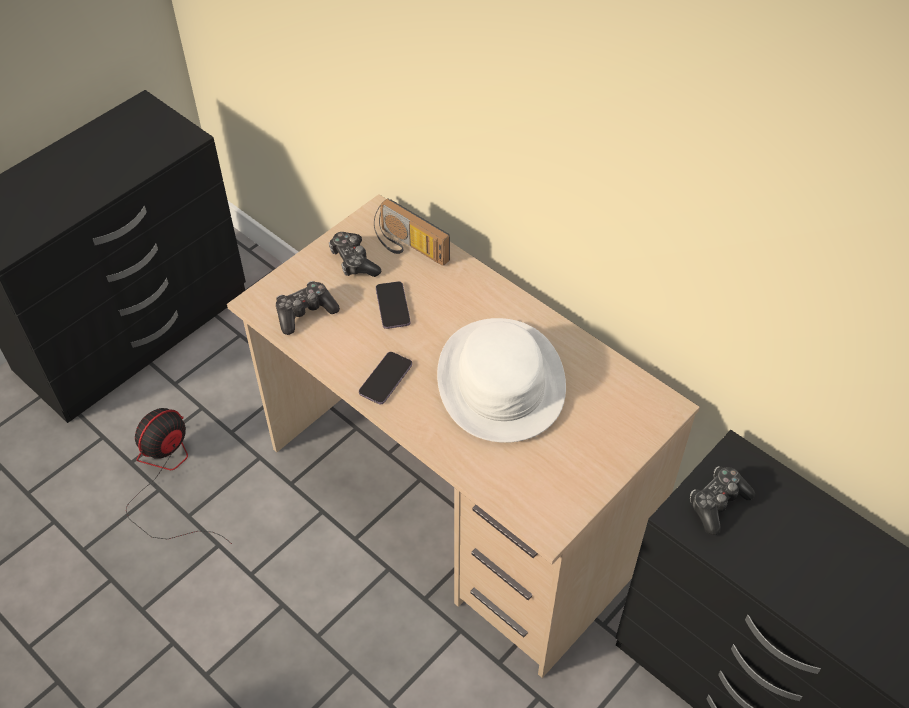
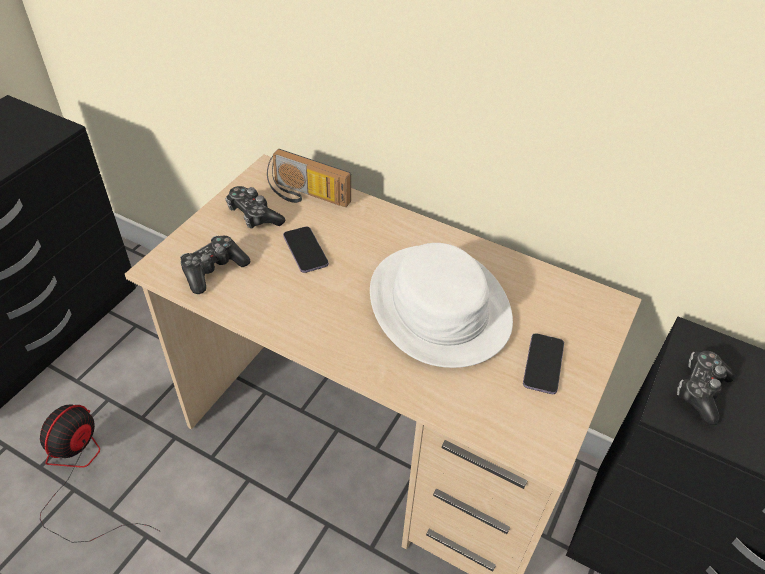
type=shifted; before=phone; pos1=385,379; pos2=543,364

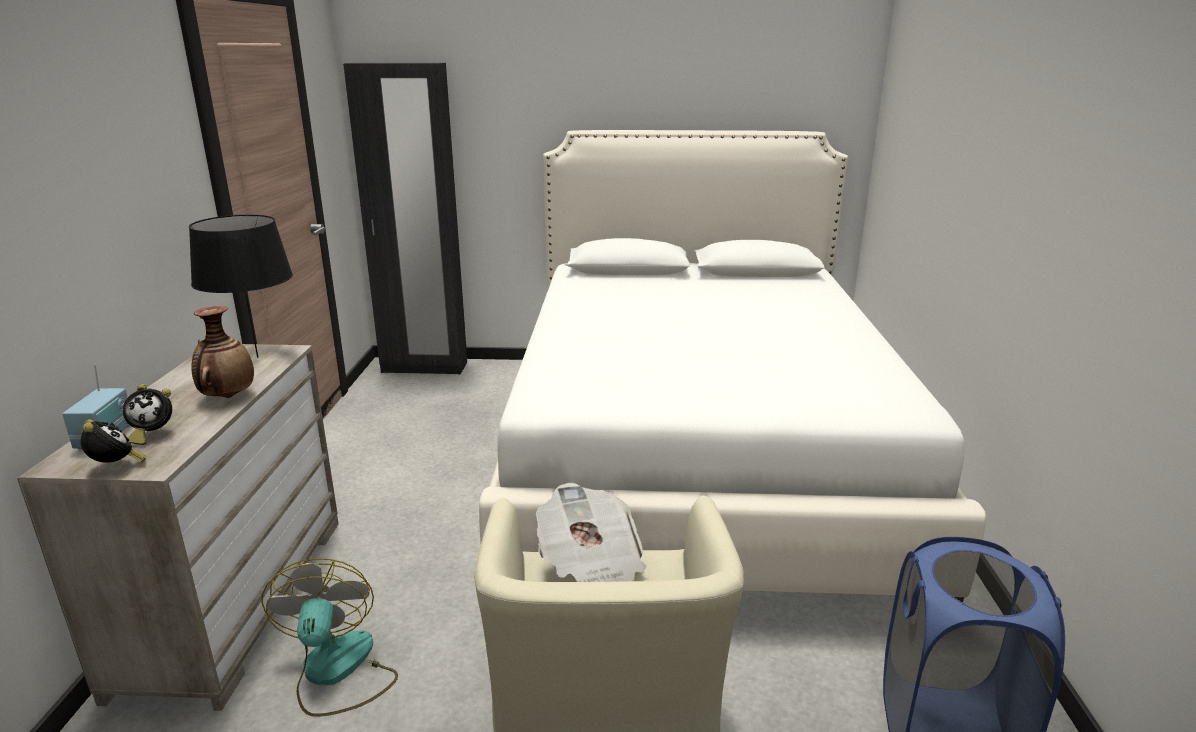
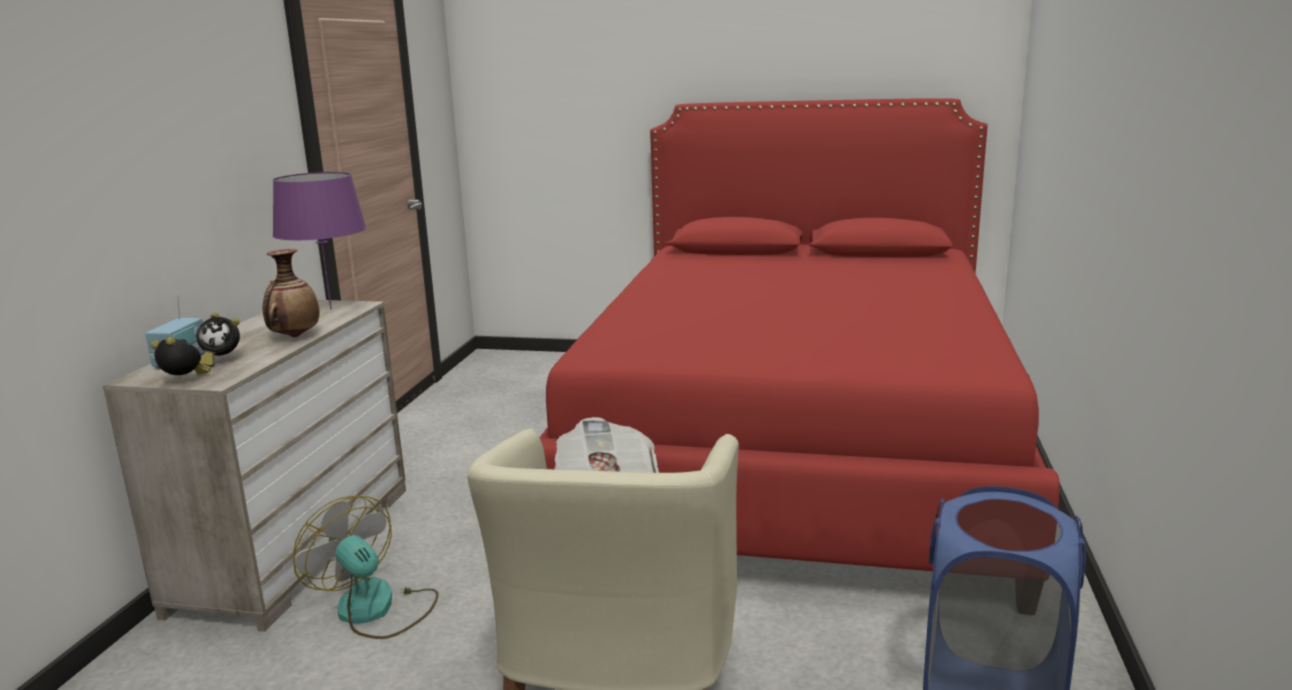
type=gone; before=black wardrobe; pos1=424,367
type=repainted; before=white bed; after=red bed; pos1=697,456; pos2=795,448
type=repainted; before=black table lamp; after=purple table lamp; pos1=258,357; pos2=331,309
type=rotated; before=alarm clock; pos1=116,467; pos2=185,380; turn=-45
type=rotated; before=fan; pos1=336,672; pos2=376,610; turn=-45

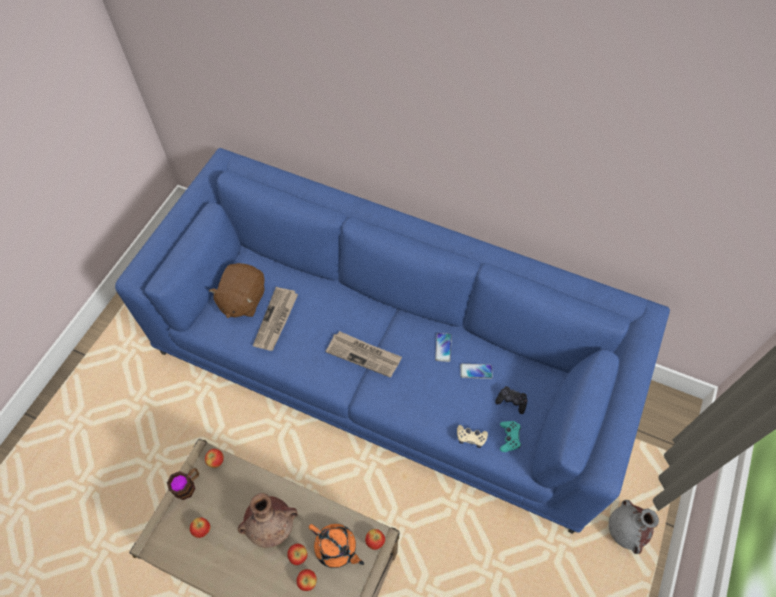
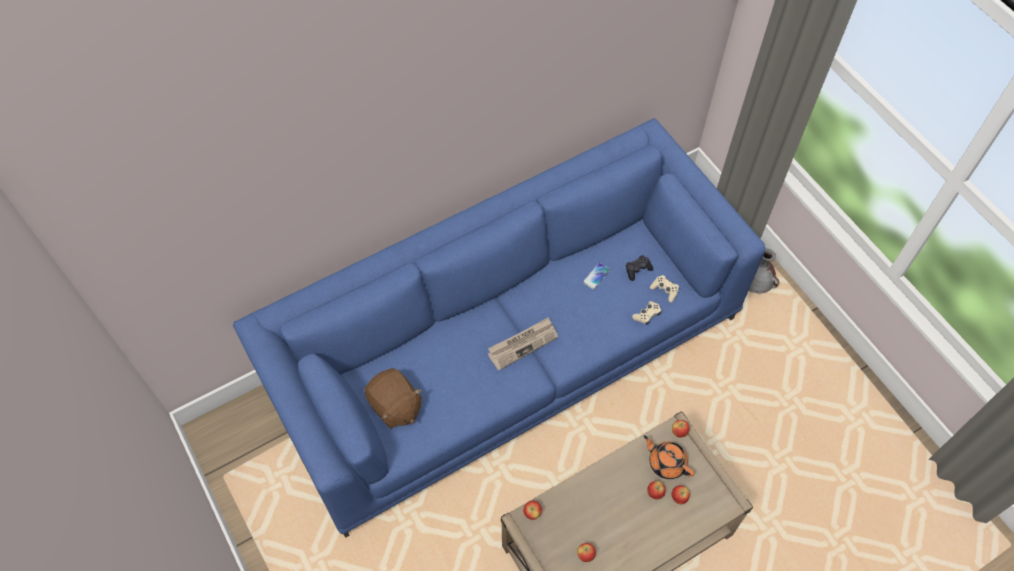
type=gone; before=newspaper; pos1=276,320
type=gone; before=phone; pos1=443,347
type=repainted; before=turquoise game controller; after=beige game controller; pos1=509,438; pos2=664,290
type=gone; before=mug; pos1=188,485
type=gone; before=brown vase; pos1=272,526
type=rotated; before=orange teapot; pos1=336,548; pos2=666,462; turn=-120

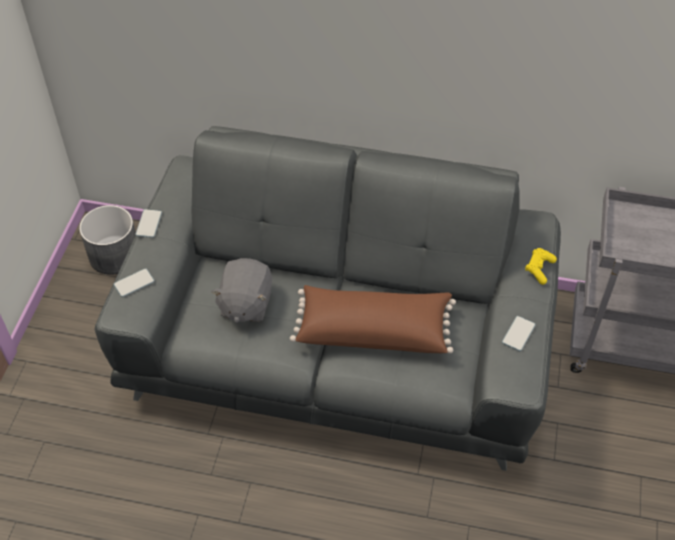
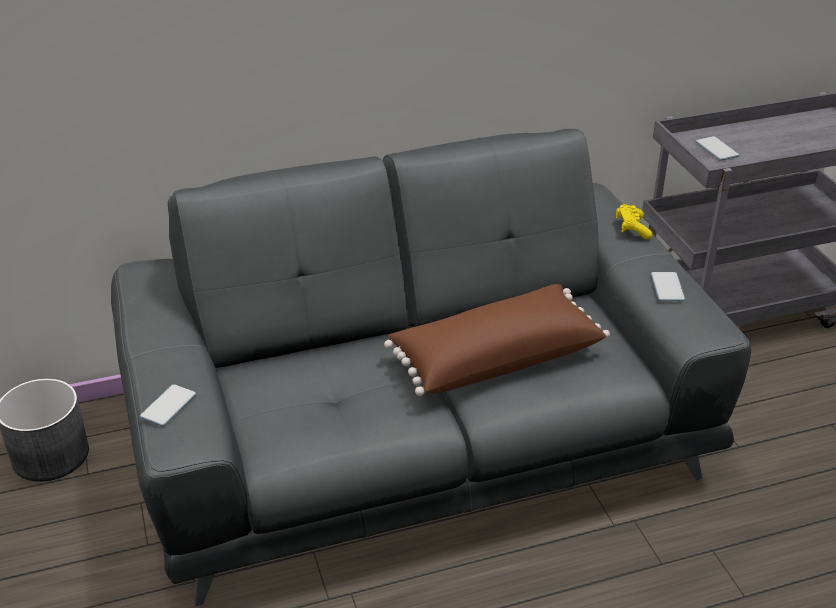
type=shifted; before=phone; pos1=149,224; pos2=716,149
type=gone; before=grey plush toy; pos1=245,304

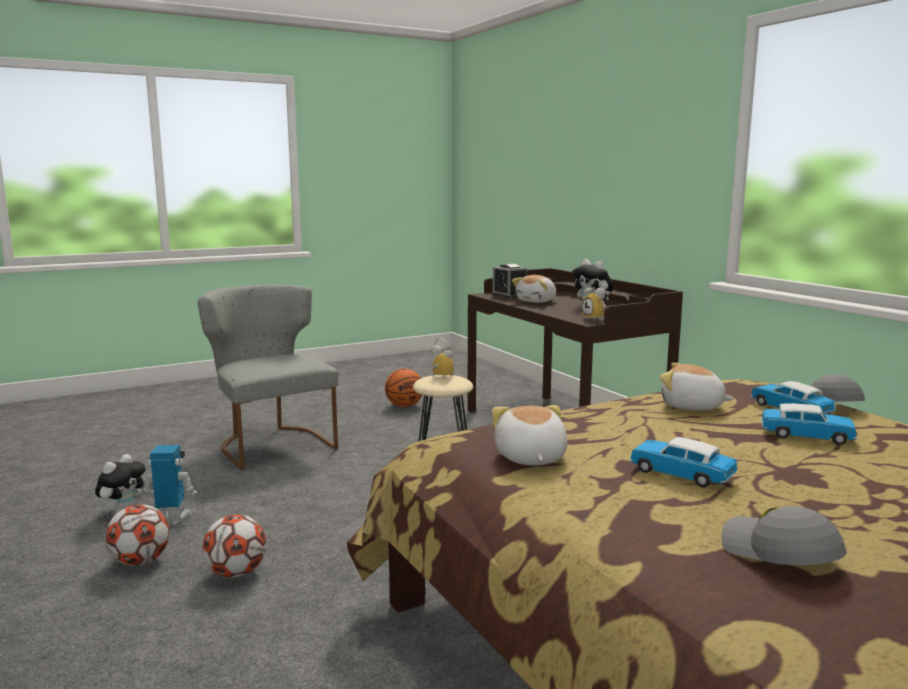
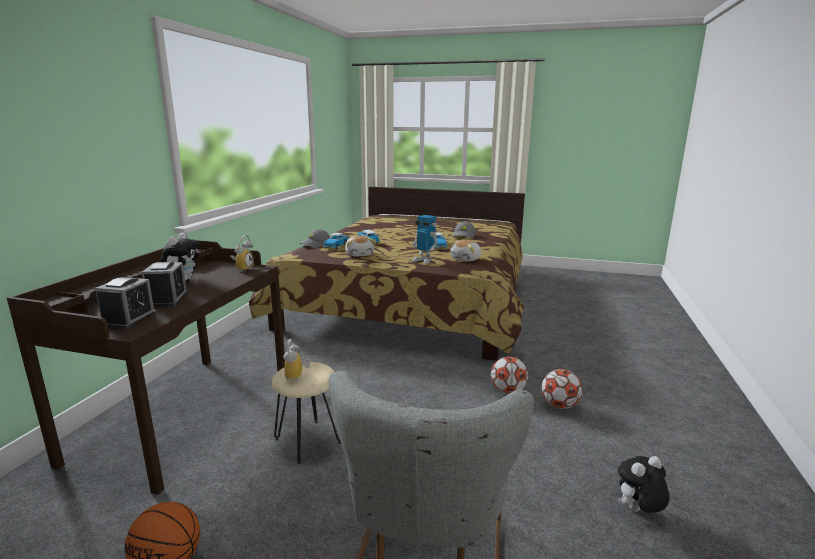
type=swapped; before=plush toy; after=alarm clock; pos1=537,301; pos2=167,300
type=shifted; before=toy robot; pos1=173,519; pos2=424,261
type=shifted; before=football; pos1=140,561; pos2=508,391

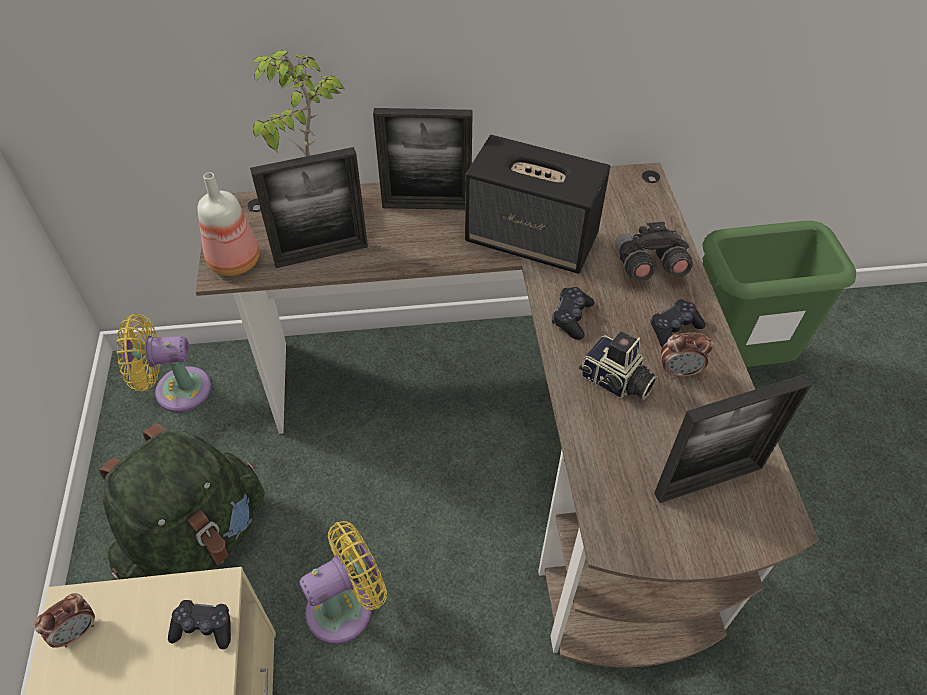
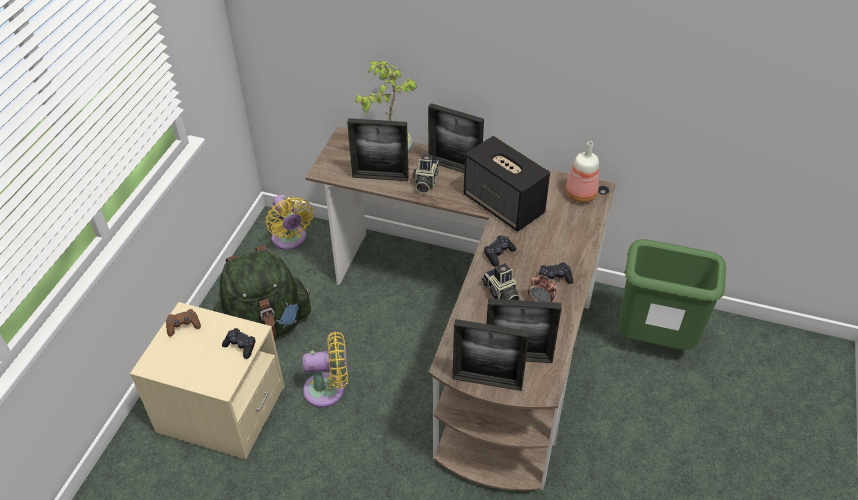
type=shifted; before=bottle; pos1=233,262; pos2=579,194
type=gone; before=grey binoculars; pos1=647,267
type=rotated; before=yellow fan; pos1=176,390; pos2=290,240; turn=-135
type=swapped; before=alarm clock; after=brown game controller; pos1=77,631; pos2=183,326
type=new; after=photo camera; pos2=425,183
type=new; after=picture frame; pos2=487,382

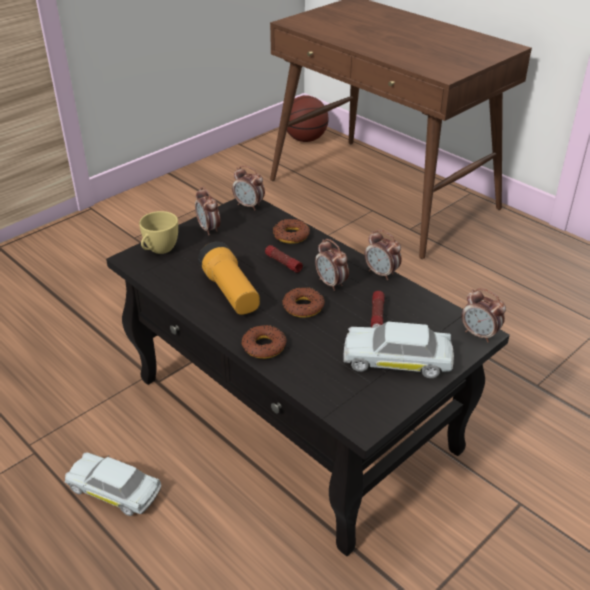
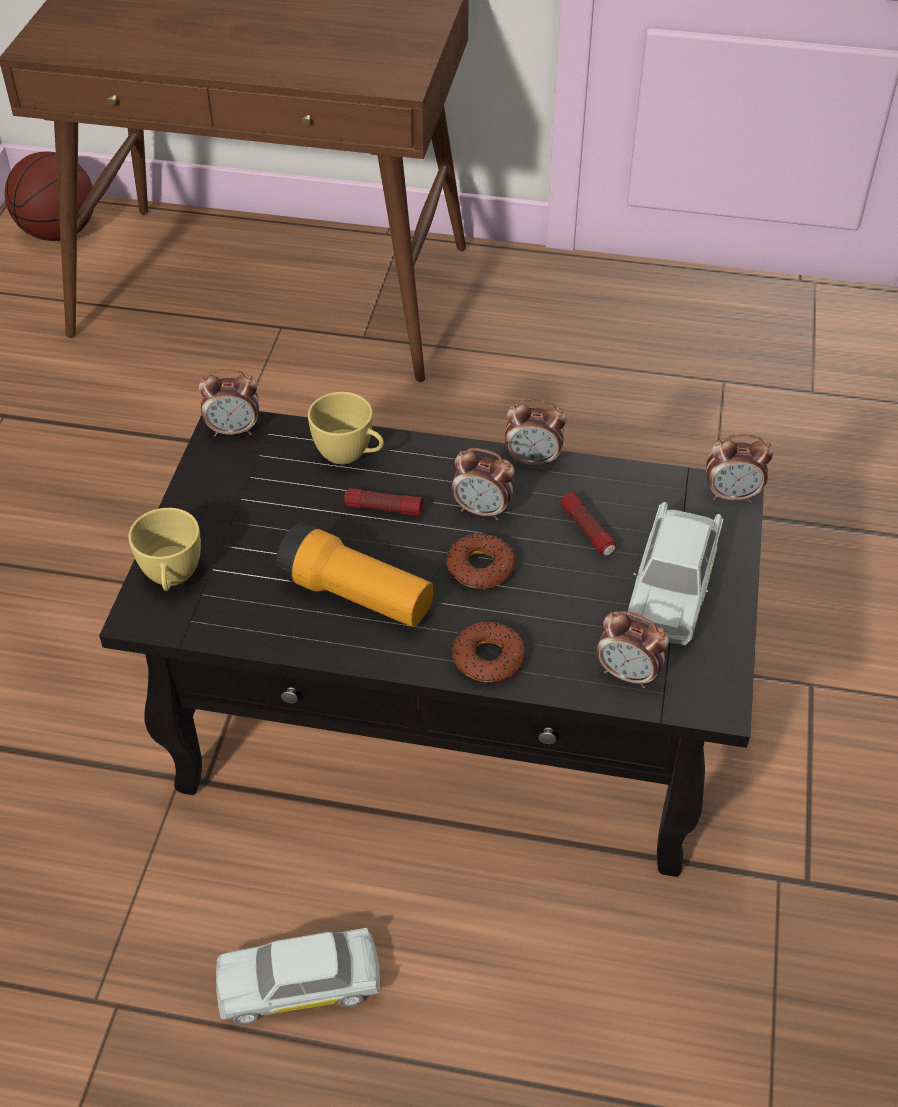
type=shifted; before=alarm clock; pos1=209,229; pos2=628,674
type=swapped; before=donut; after=yellow cup; pos1=291,235; pos2=350,455
type=rotated; before=white toy car; pos1=397,360; pos2=672,586; turn=-45

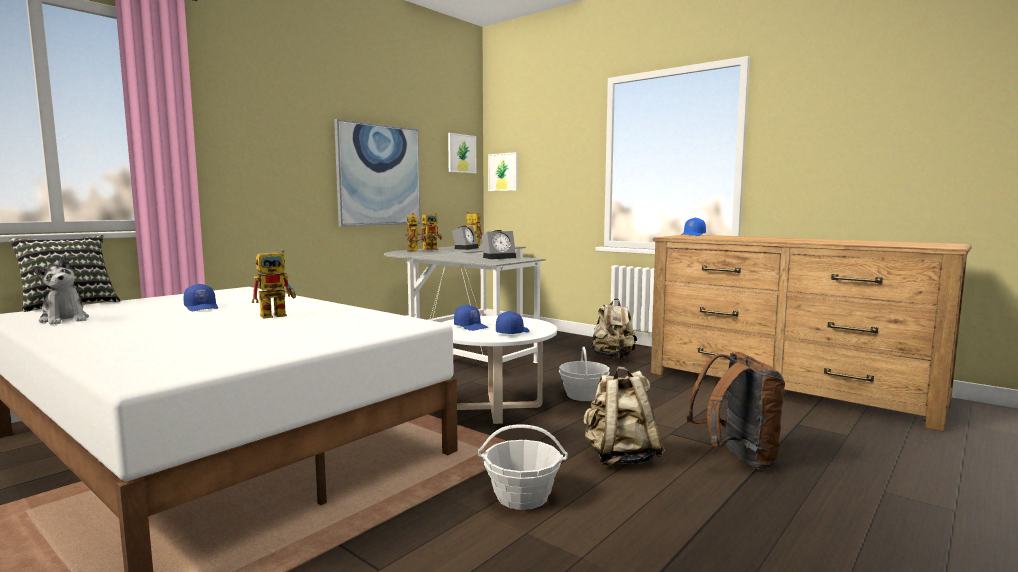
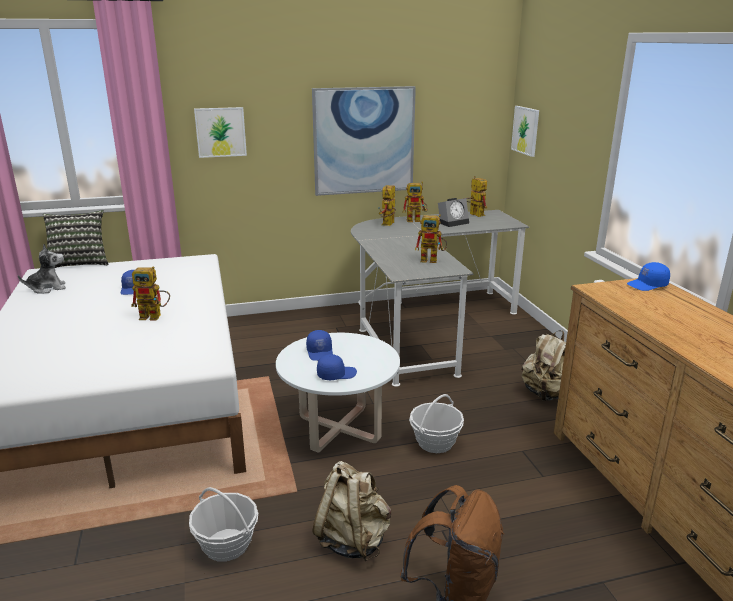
type=shifted; before=picture; pos1=461,153; pos2=220,132
type=swapped; before=alarm clock; after=toy robot; pos1=499,257; pos2=433,260
type=rotated; before=plush toy; pos1=65,319; pos2=48,288; turn=-105

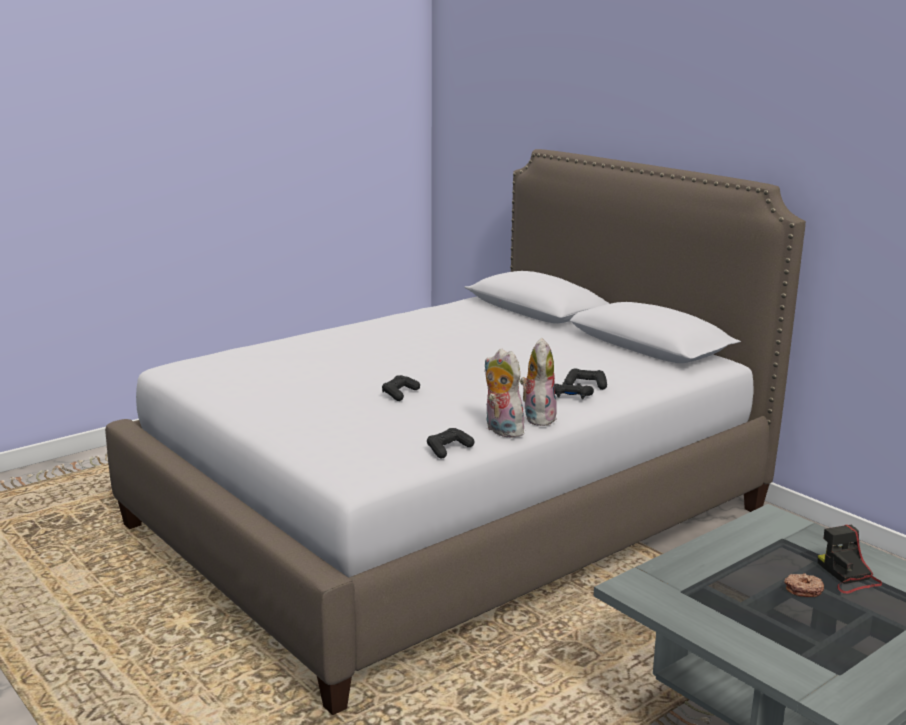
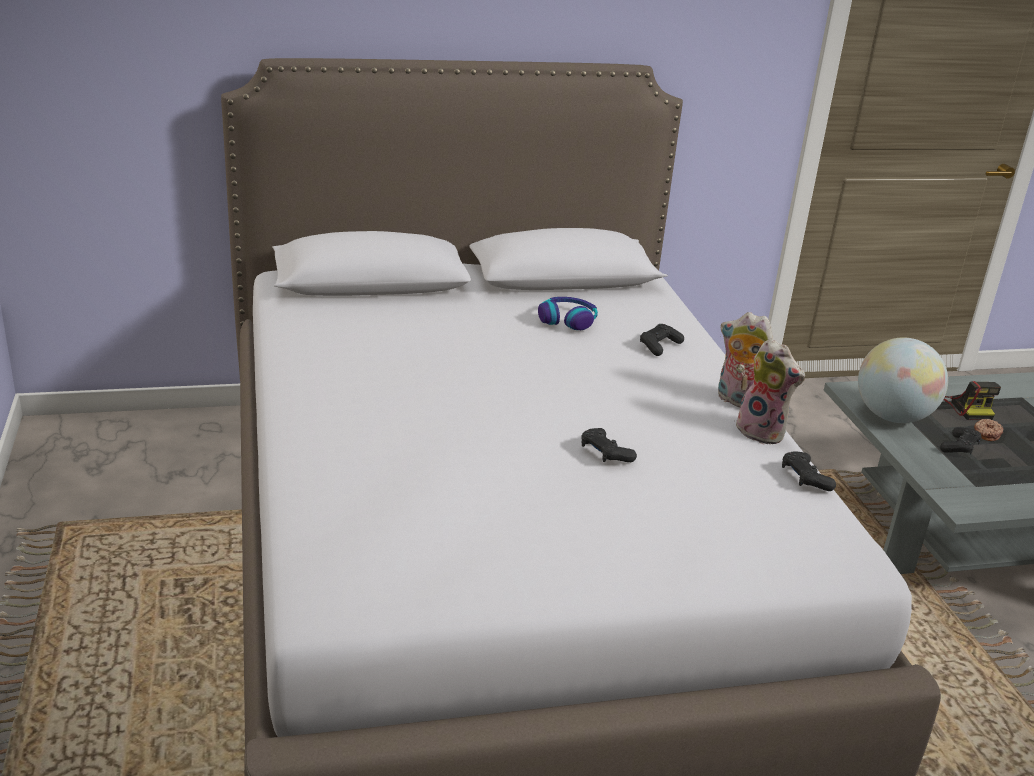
type=rotated; before=plush toy; pos1=501,430; pos2=763,432; turn=-120
type=shifted; before=black game controller; pos1=571,397; pos2=959,447
type=rotated; before=photo camera; pos1=847,576; pos2=968,408; turn=-105
type=new; after=headphones; pos2=567,320
type=new; after=globe; pos2=892,417

